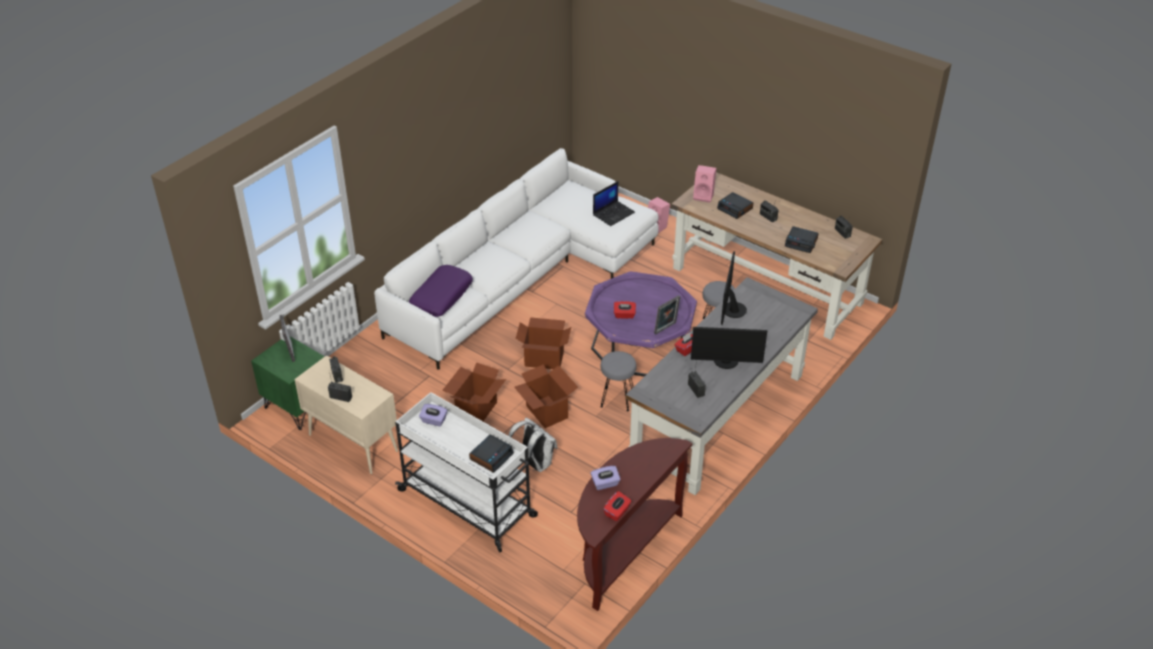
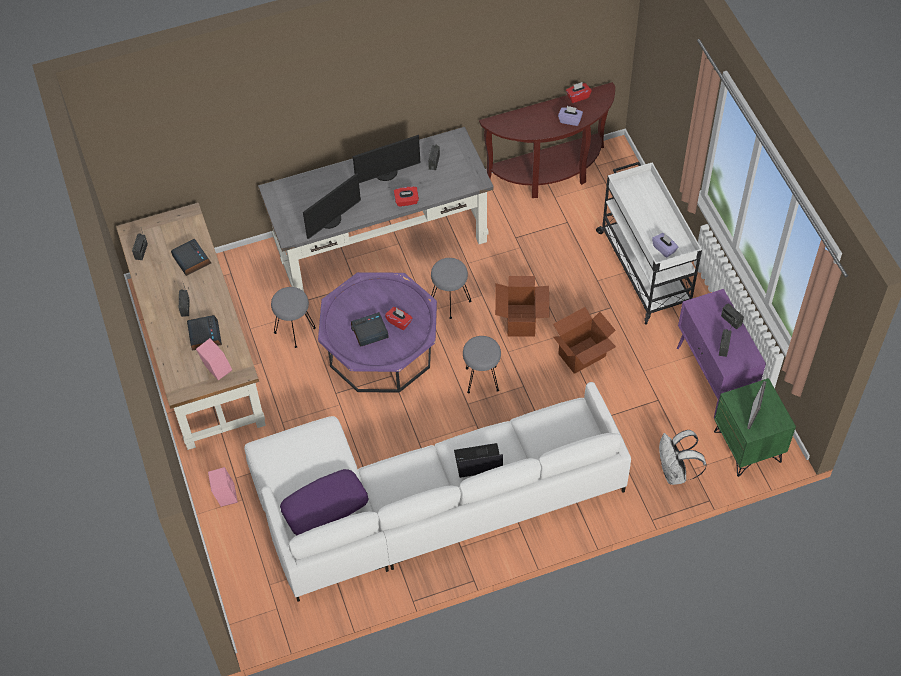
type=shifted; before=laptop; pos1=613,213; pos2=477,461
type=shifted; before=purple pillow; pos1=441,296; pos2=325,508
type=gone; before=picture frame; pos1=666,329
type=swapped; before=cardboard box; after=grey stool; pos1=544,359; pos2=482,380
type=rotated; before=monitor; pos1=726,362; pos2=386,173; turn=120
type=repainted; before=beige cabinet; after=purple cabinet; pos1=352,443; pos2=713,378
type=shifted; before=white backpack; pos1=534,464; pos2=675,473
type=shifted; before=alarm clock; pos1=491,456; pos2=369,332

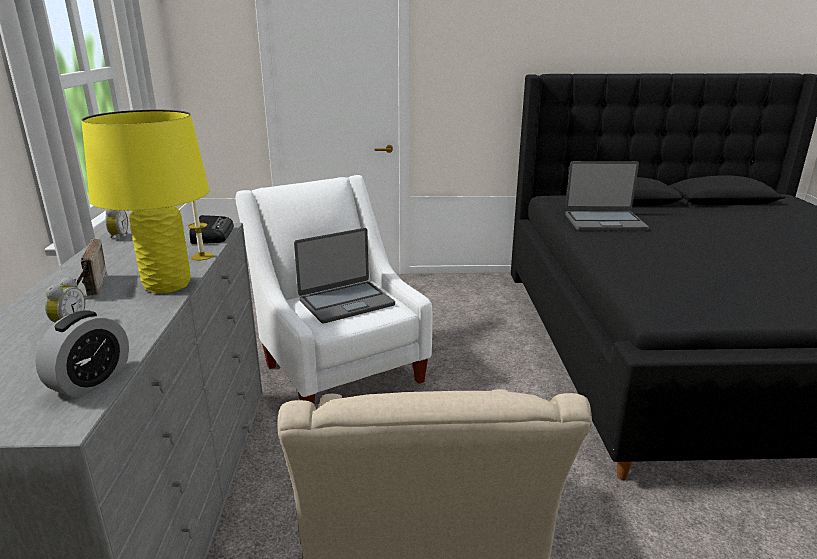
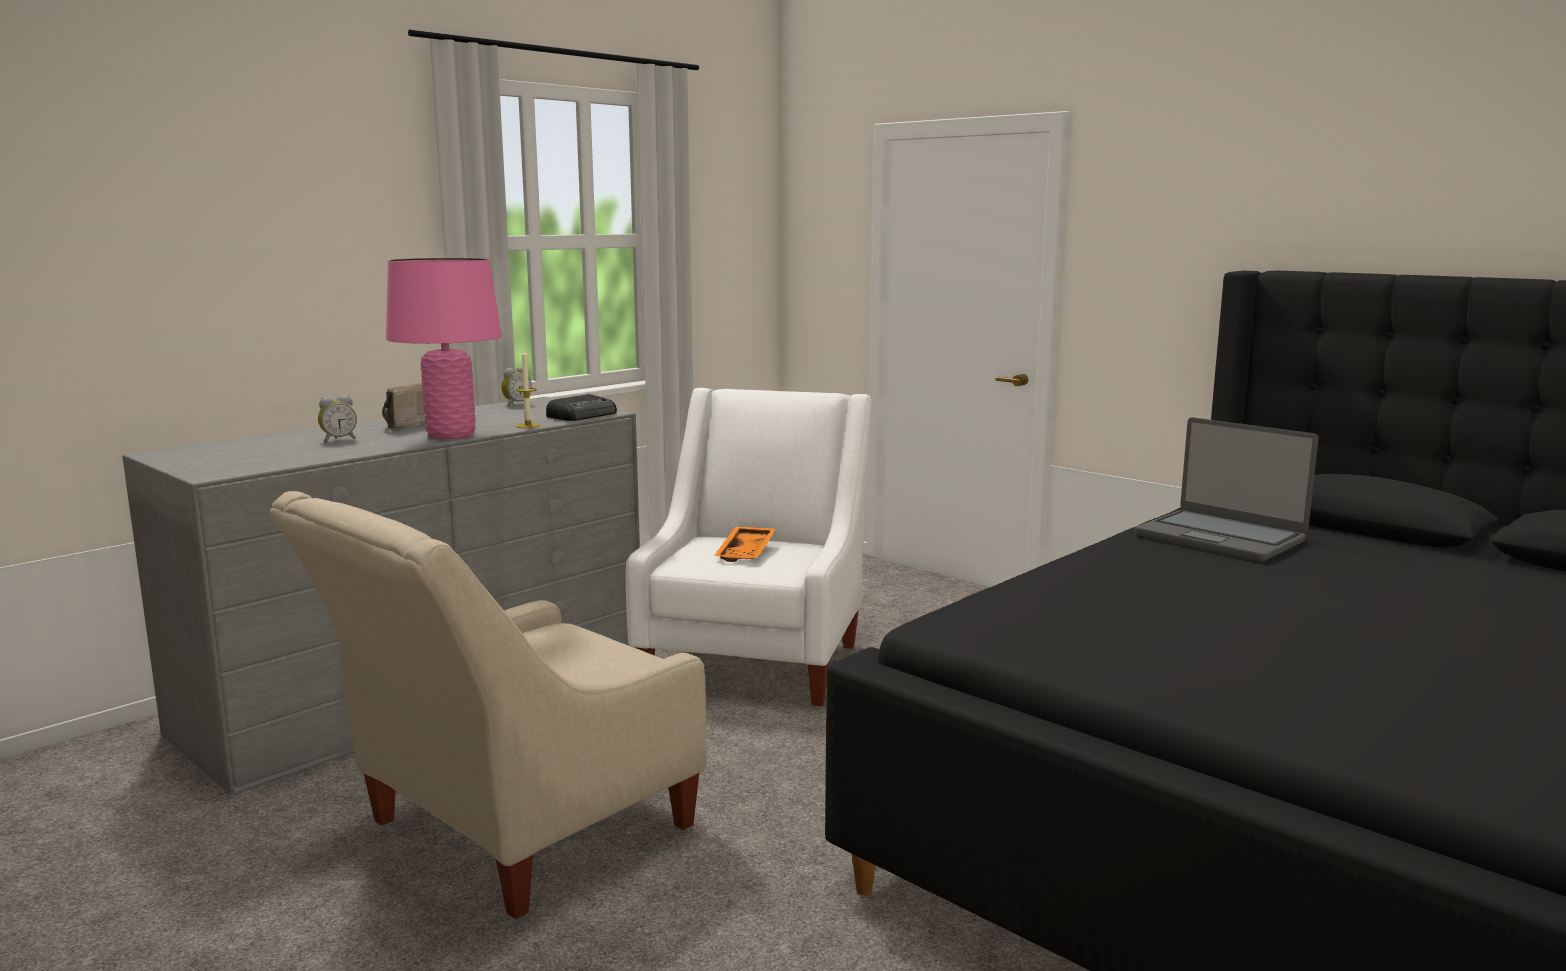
type=repainted; before=yellow table lamp; after=pink table lamp; pos1=167,285; pos2=451,435
type=swapped; before=laptop; after=orange tray; pos1=346,302; pos2=747,553
type=gone; before=alarm clock; pos1=91,382

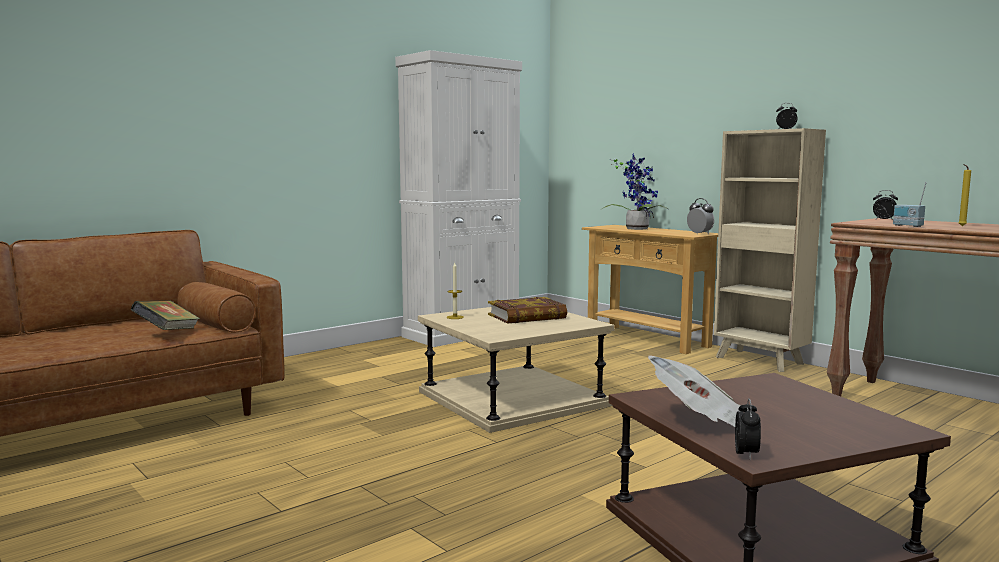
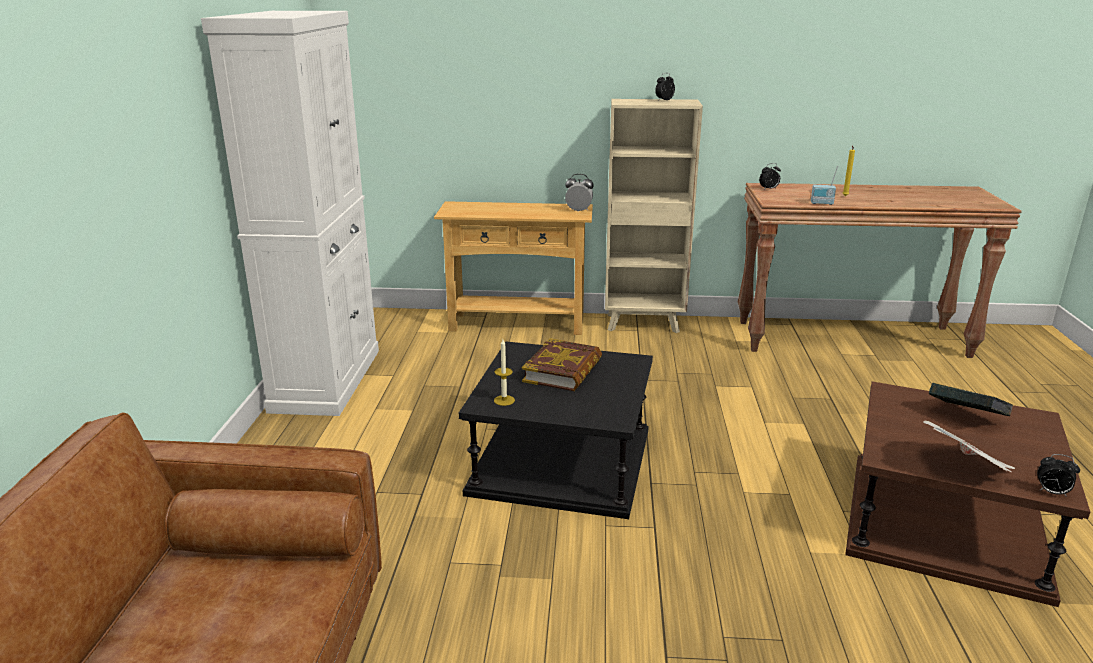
type=gone; before=potted plant; pos1=636,229
type=shifted; before=book; pos1=167,333; pos2=965,417
type=repainted; before=beige side table; after=black side table; pos1=513,398; pos2=561,461
type=rotated; before=alarm clock; pos1=746,455; pos2=1051,492; turn=150

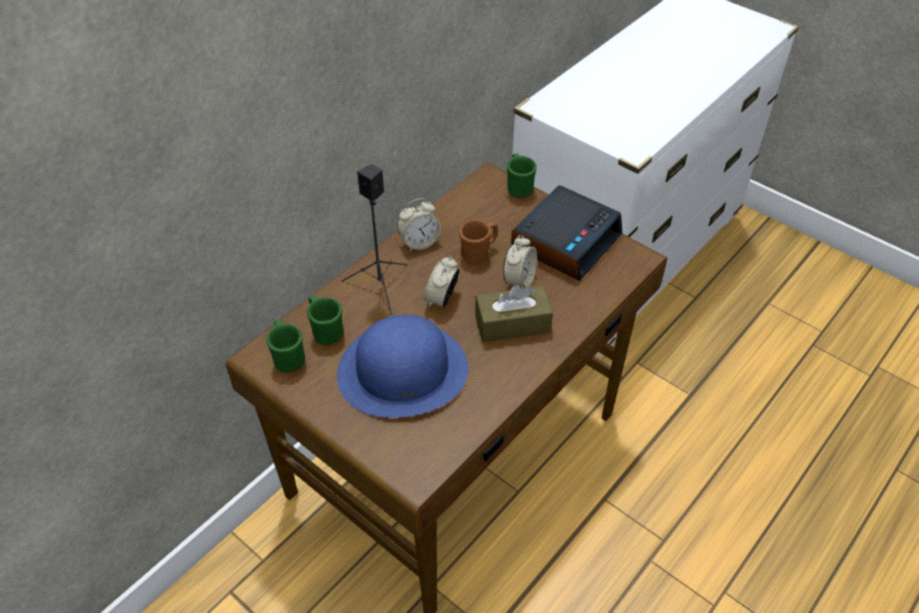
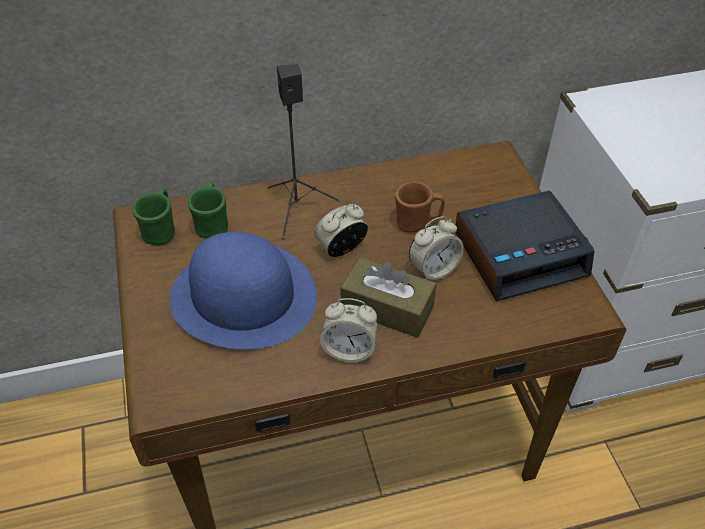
type=gone; before=green mug; pos1=518,187
type=shifted; before=alarm clock; pos1=419,242; pos2=349,349

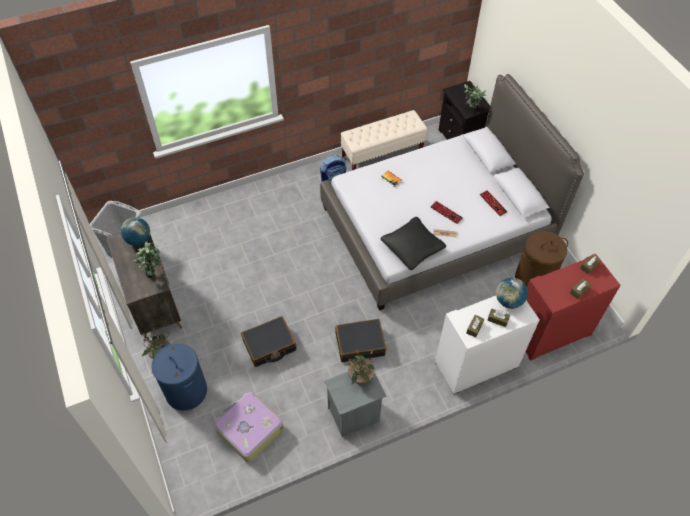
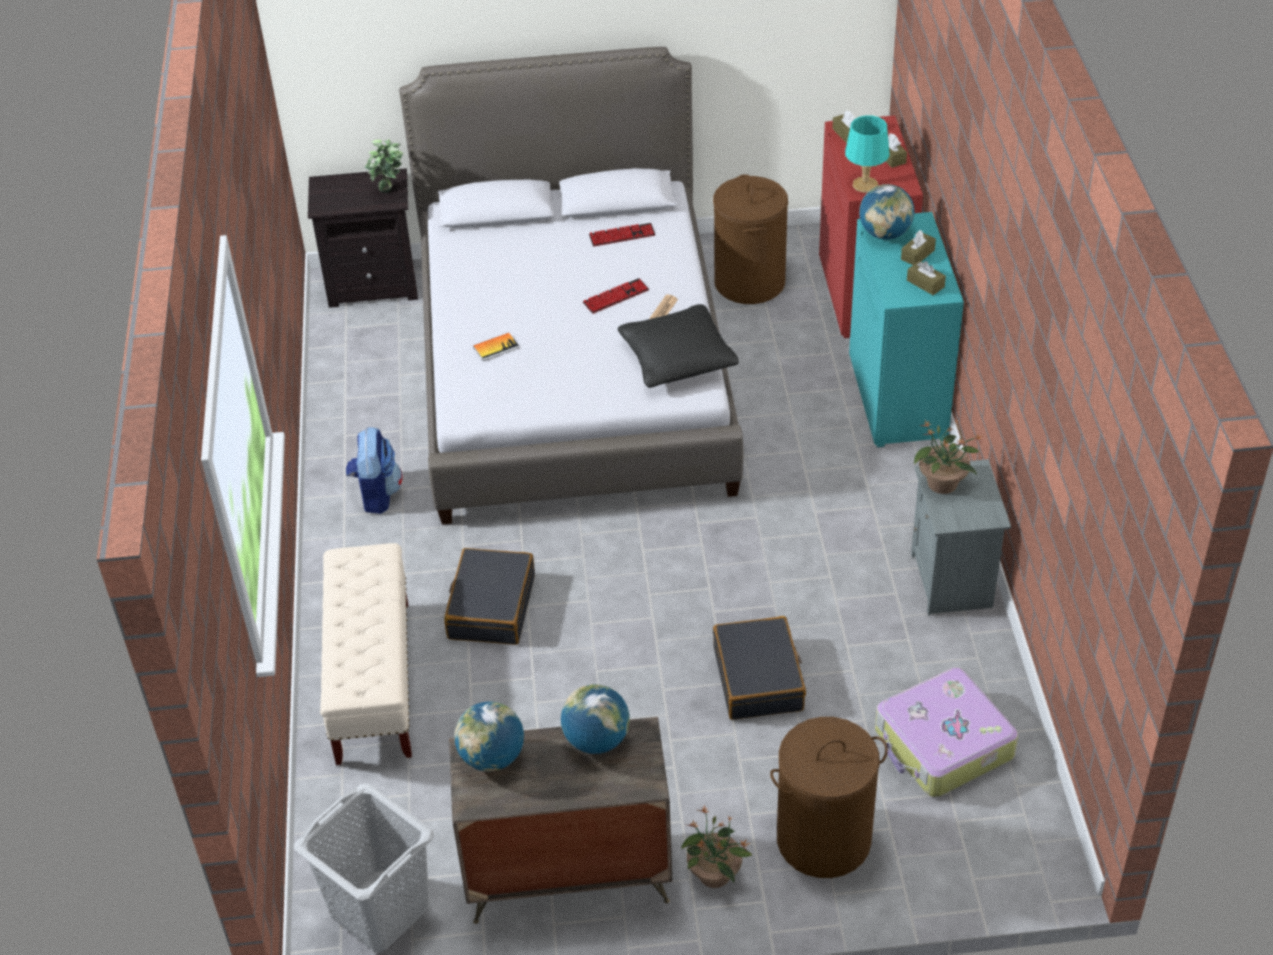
type=shifted; before=beige bench; pos1=382,154; pos2=373,681
type=swapped; before=potted plant; after=globe; pos1=153,271; pos2=596,740
type=repainted; before=white cabinet; after=turquoise cabinet; pos1=476,365; pos2=899,397
type=shifted; before=black suitcase; pos1=360,344; pos2=491,607
type=repainted; before=blue laundry basket; after=brown laundry basket; pos1=186,391; pos2=823,840
type=new; after=turquoise table lamp; pos2=864,184

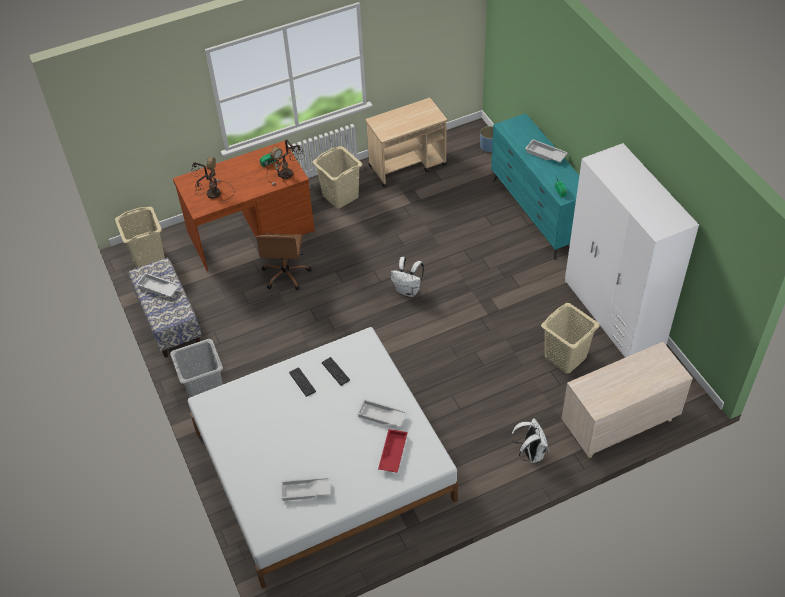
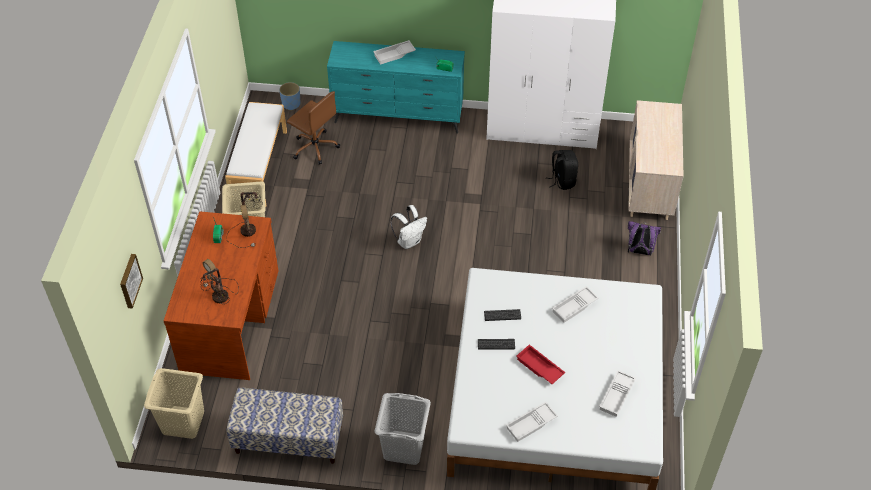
type=swapped; before=beige cart; after=white bench; pos1=408,165; pos2=259,167
type=shifted; before=brown office chair; pos1=286,274; pos2=315,147
type=shifted; before=white tray; pos1=158,288; pos2=531,424
type=swapped; before=beige laundry basket; after=black backpack; pos1=565,357; pos2=562,181
type=repainted; before=white backpack; after=purple backpack; pos1=530,453; pos2=639,251
type=shifted; before=red tray; pos1=392,453; pos2=539,367
type=new; after=picture; pos2=129,281

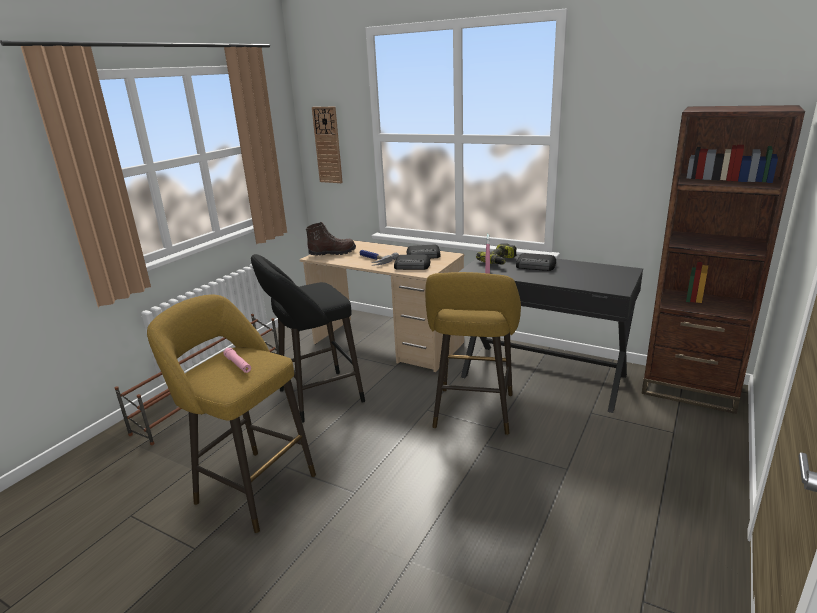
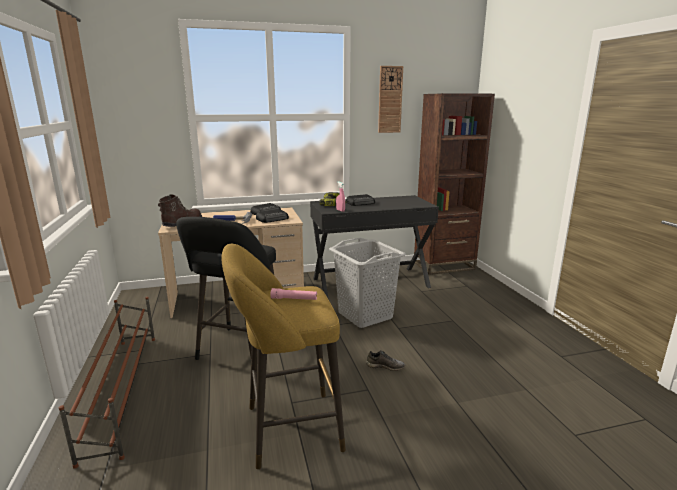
type=shifted; before=wall clock; pos1=328,145; pos2=390,100
type=swapped; before=yellow stool; after=grey laundry basket; pos1=473,414; pos2=365,315
type=new; after=grey shoe; pos2=385,366

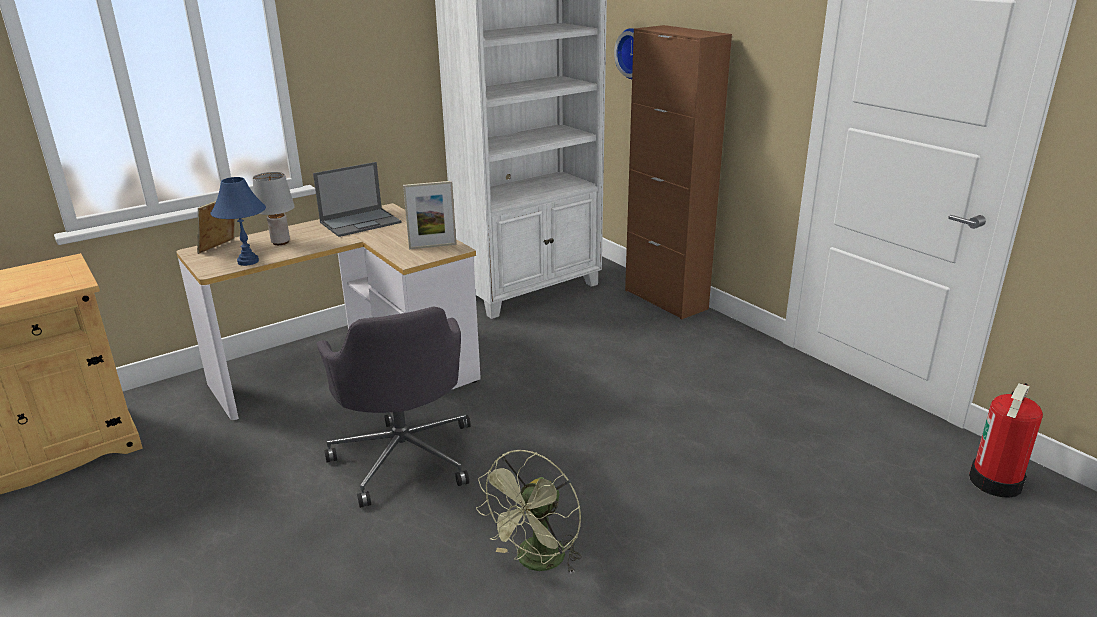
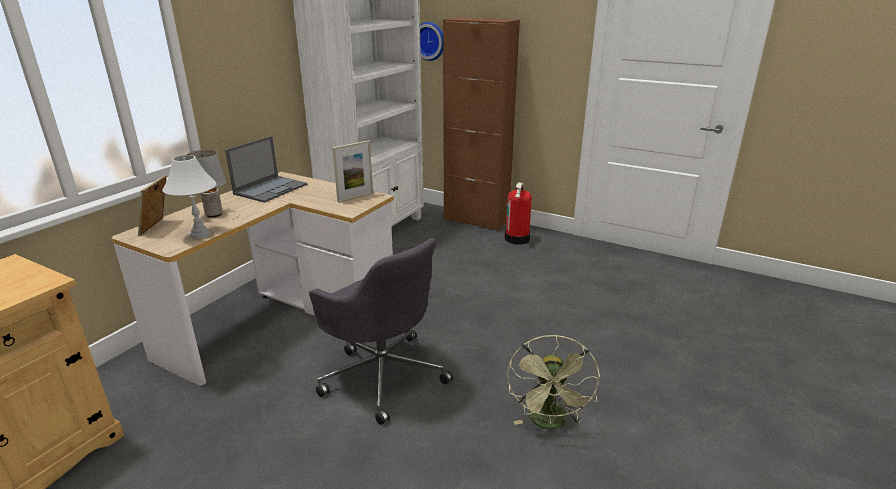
type=repainted; before=blue table lamp; after=white table lamp; pos1=248,261; pos2=200,234
type=shifted; before=fire extinguisher; pos1=996,482; pos2=517,239

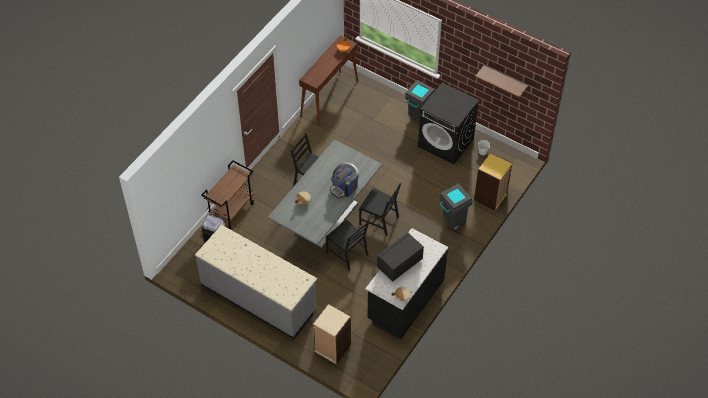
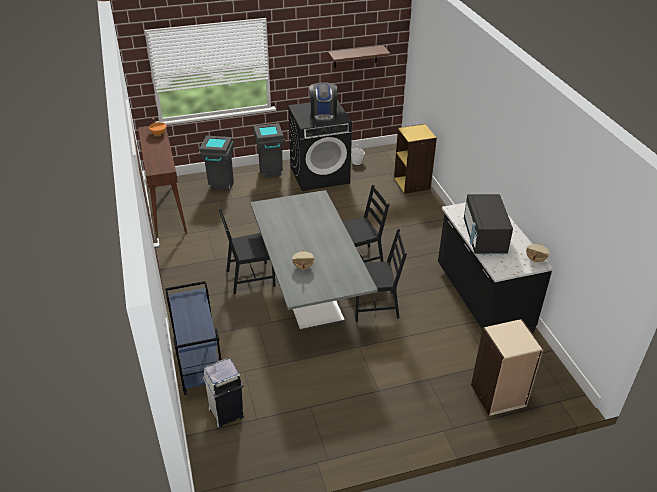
type=repainted; before=brown cart; after=blue cart; pos1=231,211; pos2=199,366
type=shifted; before=coffee machine; pos1=344,187; pos2=323,114
type=shifted; before=grey trash can; pos1=452,223; pos2=220,188
type=gone; before=grey counter; pos1=259,297

